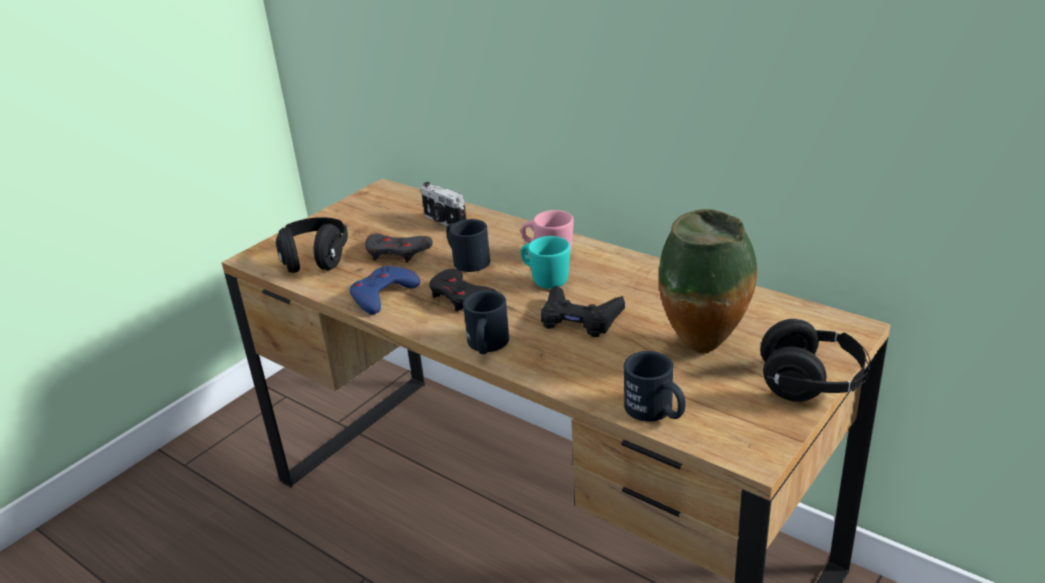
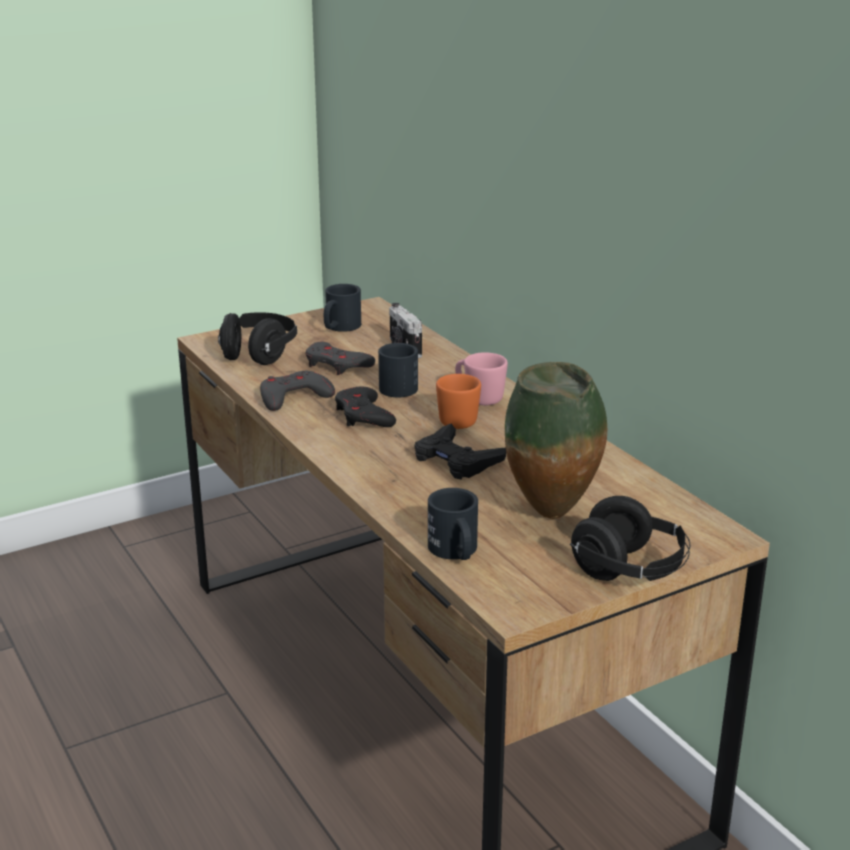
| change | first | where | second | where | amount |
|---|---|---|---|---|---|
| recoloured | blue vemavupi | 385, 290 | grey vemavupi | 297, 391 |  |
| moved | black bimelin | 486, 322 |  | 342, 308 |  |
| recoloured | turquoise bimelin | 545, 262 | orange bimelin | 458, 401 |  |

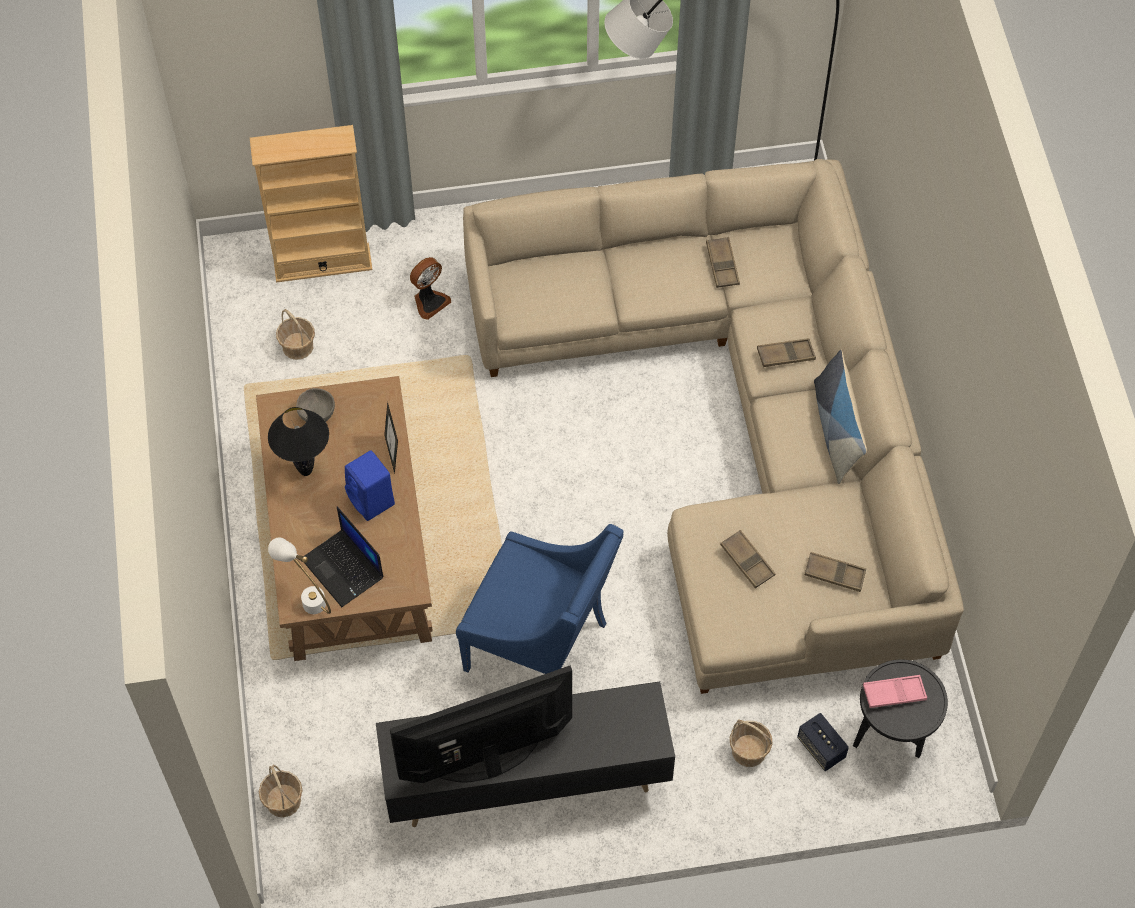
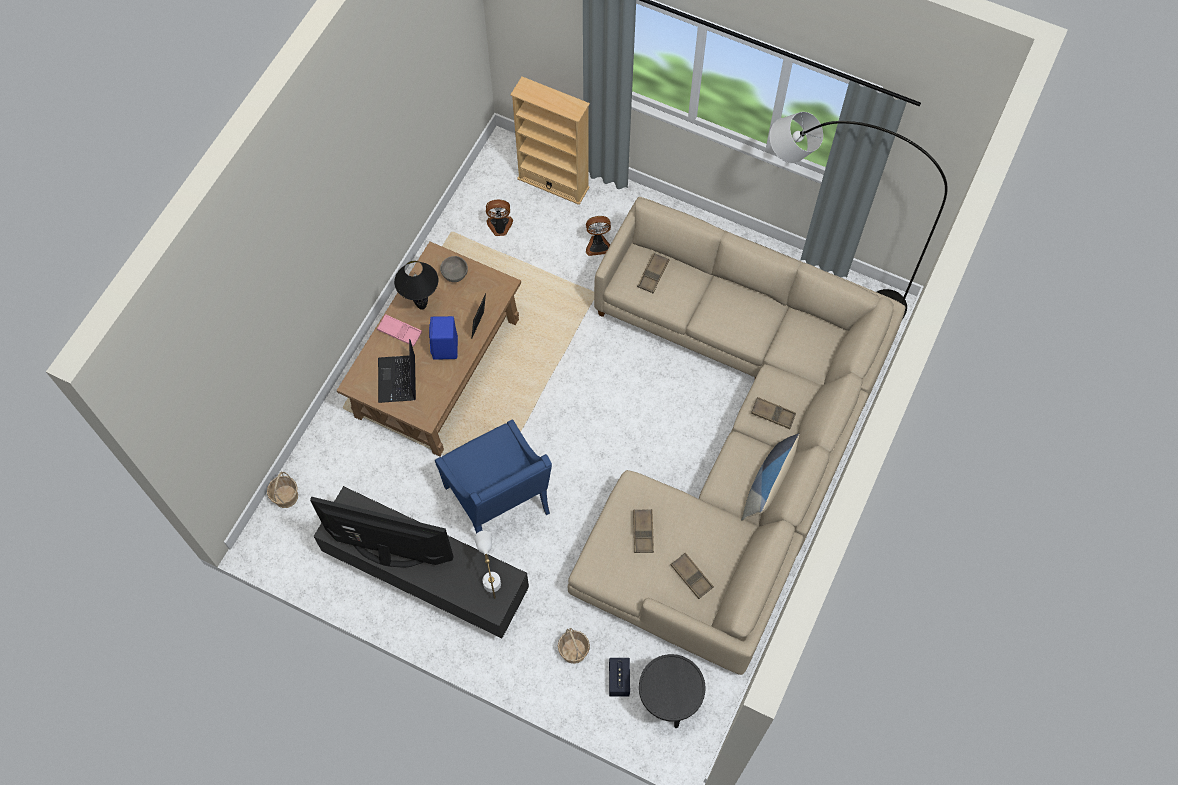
| change | first | where | second | where | amount |
|---|---|---|---|---|---|
| moved | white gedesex | 299, 576 |  | 487, 565 |  |
| replaced | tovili | 295, 334 | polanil | 499, 217 |  |
| moved | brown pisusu | 723, 262 |  | 653, 273 |  |
| moved | pink pisusu | 895, 691 |  | 399, 330 |  |

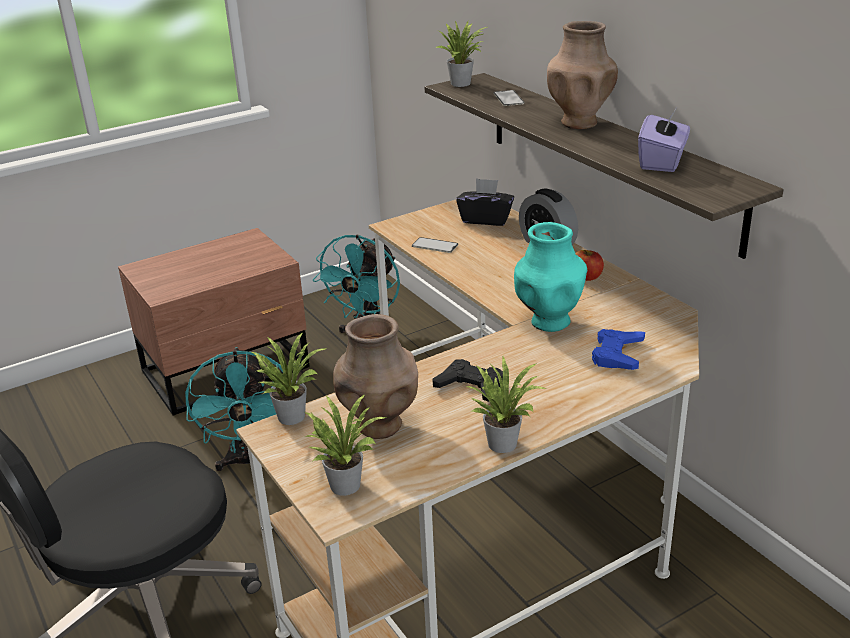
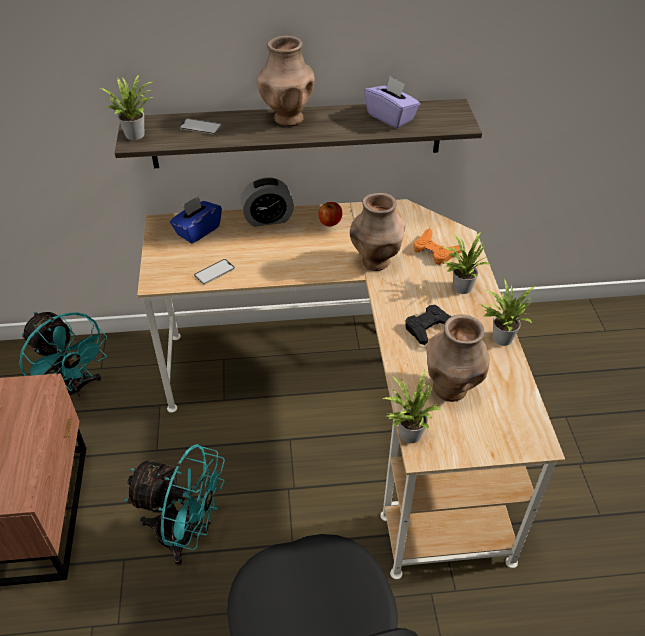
| change | first | where | second | where | amount |
|---|---|---|---|---|---|
| moved | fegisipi | 346, 445 |  | 466, 263 |  |
| recoloured | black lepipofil | 485, 202 | blue lepipofil | 196, 220 |  |
| recoloured | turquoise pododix | 550, 277 | brown pododix | 377, 232 |  |
| recoloured | blue vemavupi | 618, 349 | orange vemavupi | 437, 247 |  |

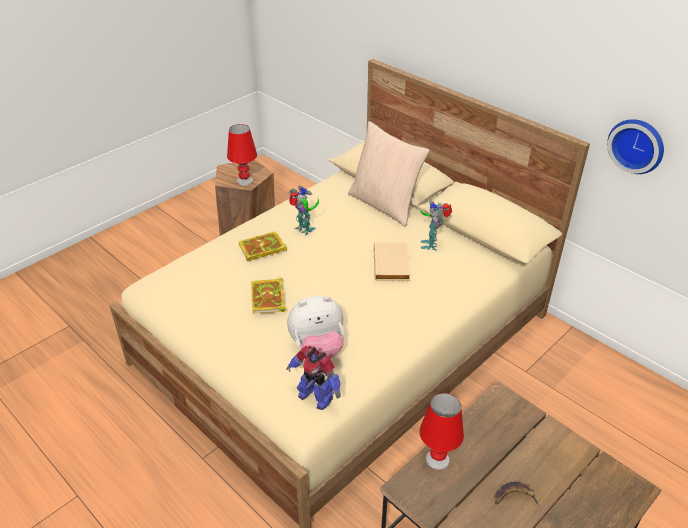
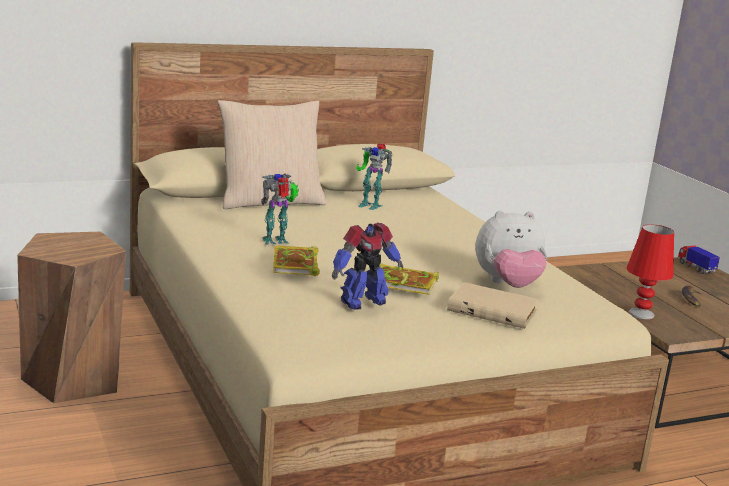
| change | first | where | second | where | amount |
|---|---|---|---|---|---|
| removed | red gedesex | 242, 155 |  |  |  |
| moved | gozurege | 313, 378 |  | 367, 266 |  |
| turned | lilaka | 315, 327 |  | 511, 249 | 75 degrees clockwise |
| moved | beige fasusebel | 392, 261 |  | 493, 305 |  |
| removed | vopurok | 635, 146 |  |  |  |
| added |  |  | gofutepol | 699, 259 |  |

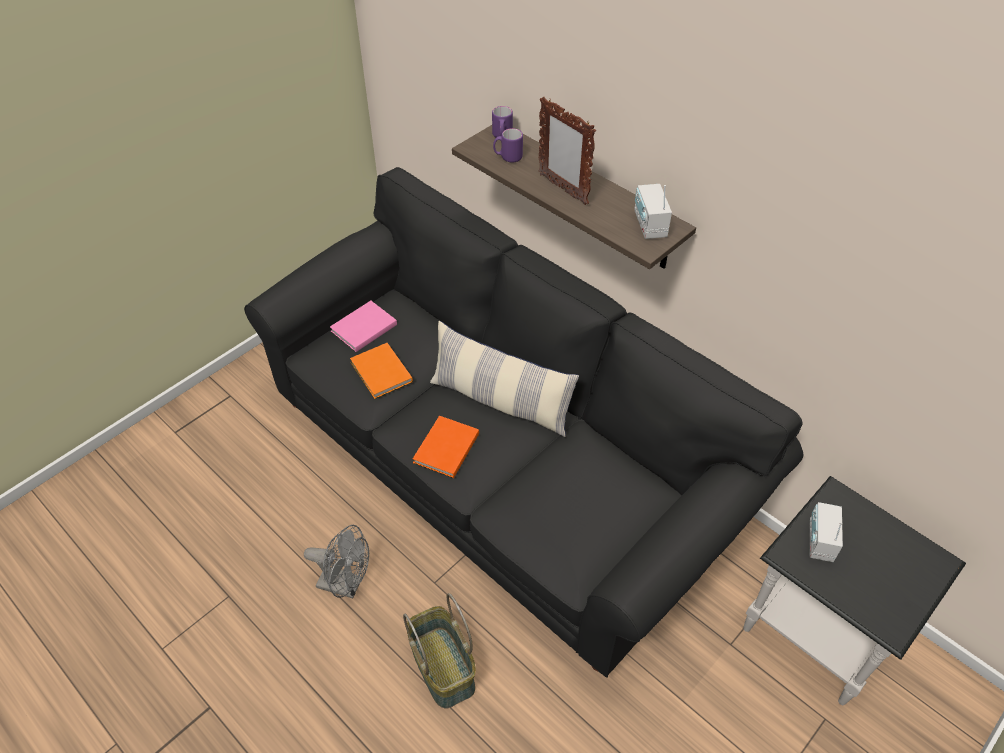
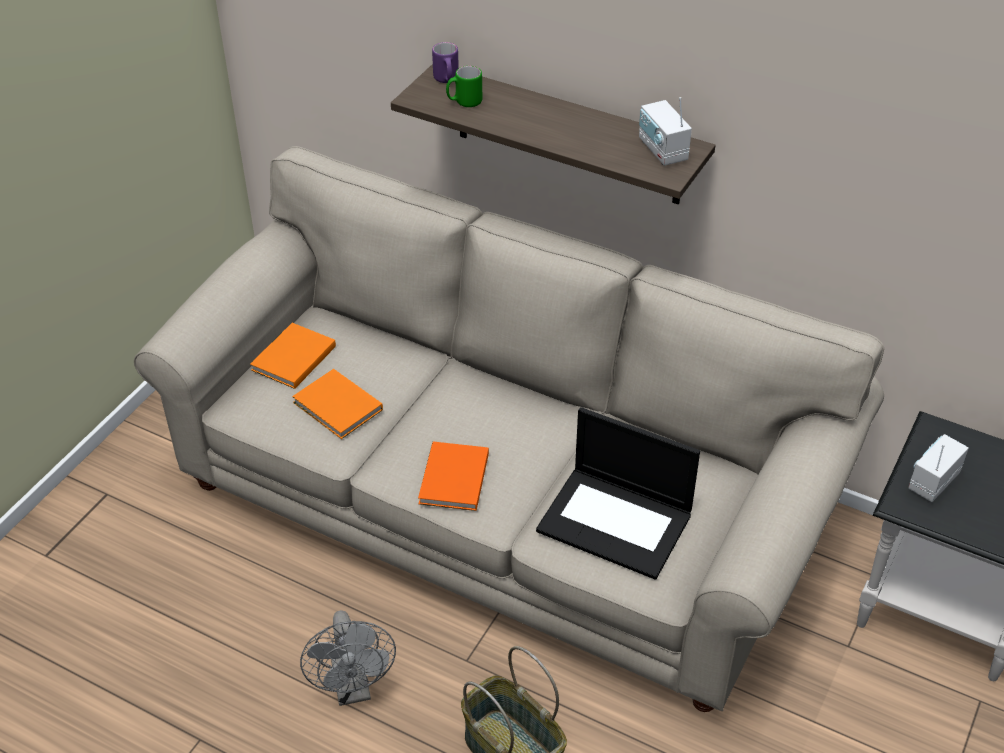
| change | first | where | second | where | amount |
|---|---|---|---|---|---|
| recoloured | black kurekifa | 523, 422 | beige kurekifa | 509, 429 |  |
| turned | grey polanil | 336, 561 |  | 348, 658 | 75 degrees clockwise |
| recoloured | pink fasusebel | 363, 326 | orange fasusebel | 293, 356 |  |
| removed | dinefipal | 504, 379 |  |  |  |
| recoloured | purple bimelin | 508, 145 | green bimelin | 464, 86 |  |
| removed | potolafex | 567, 151 |  |  |  |
| turned | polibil | 826, 532 |  | 938, 468 | 45 degrees clockwise |
| added |  |  | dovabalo | 618, 493 |  |

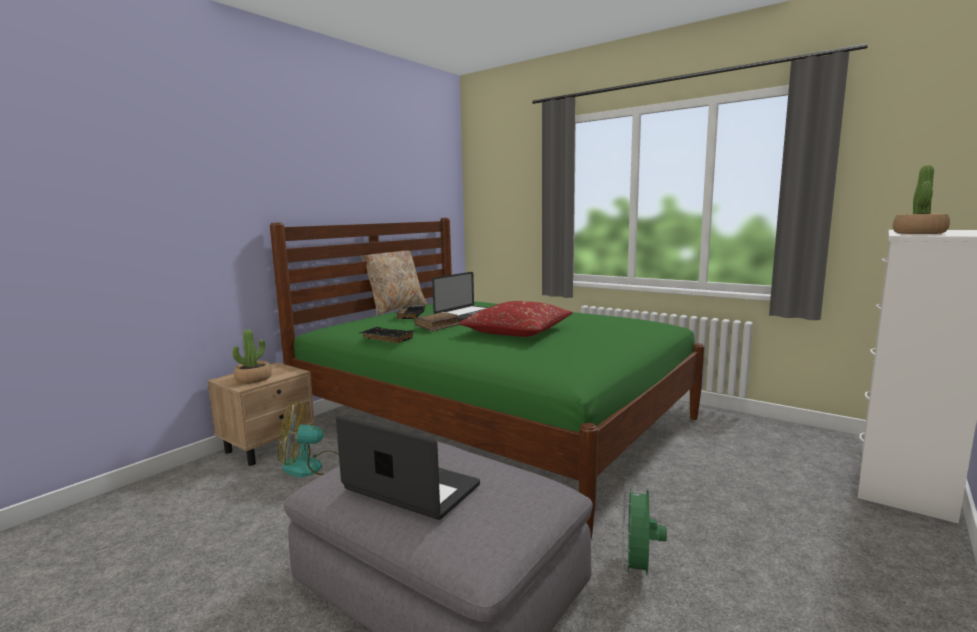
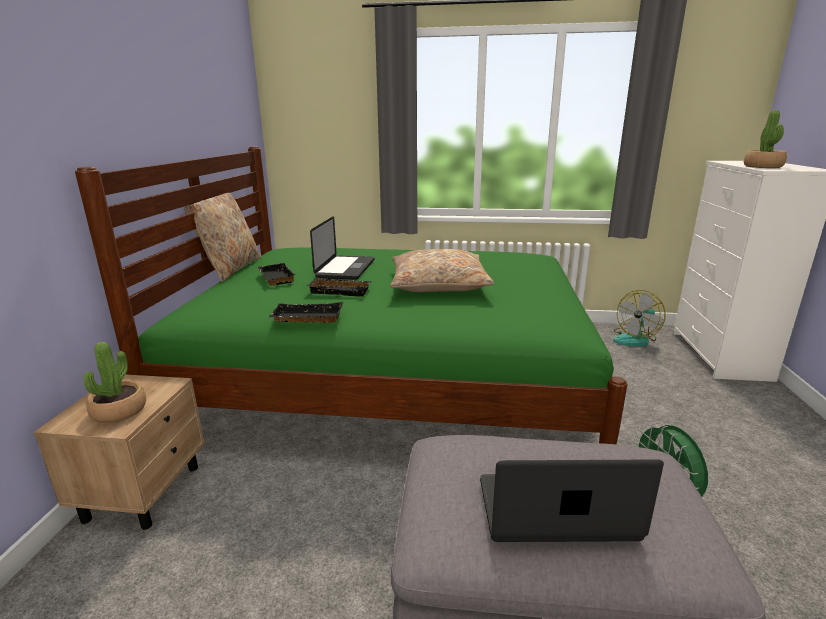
| change | first | where | second | where | amount |
|---|---|---|---|---|---|
| moved | polanil | 308, 439 |  | 639, 318 |  |
| replaced | brown fasusebel | 437, 322 | black pisusu | 339, 287 |  |
| recoloured | red dinefipal | 515, 319 | beige dinefipal | 442, 270 |  |

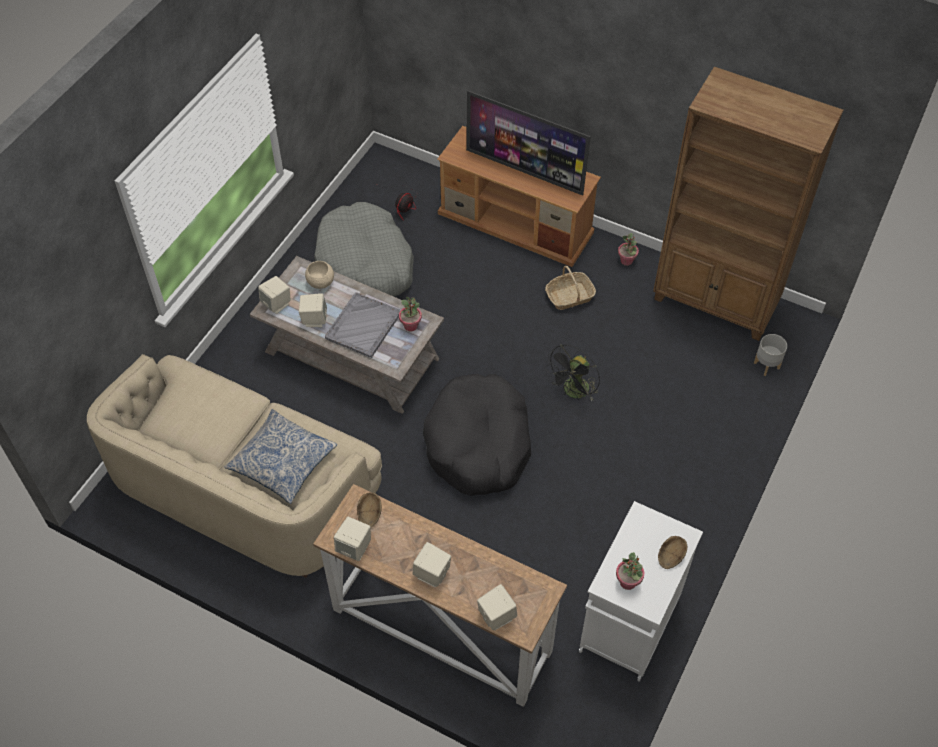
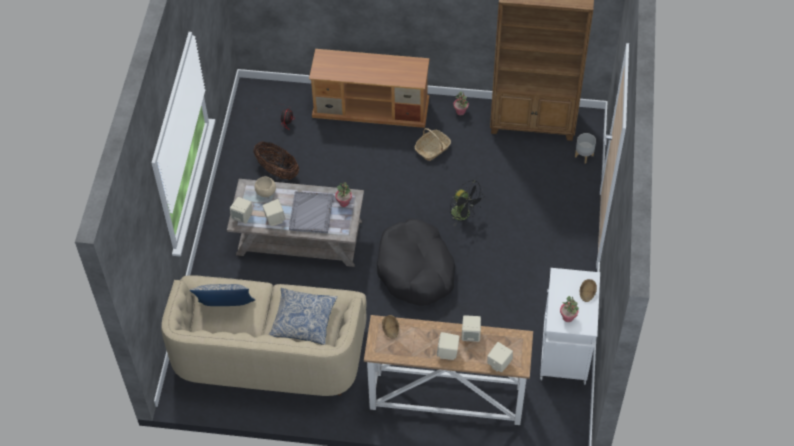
| change | first | where | second | where | amount |
|---|---|---|---|---|---|
| replaced | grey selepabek | 364, 249 | tovili | 276, 160 |  |
| moved | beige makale | 352, 539 |  | 471, 328 |  |
| removed | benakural | 528, 143 |  |  |  |
| turned | black polanil | 572, 373 |  | 467, 203 | 60 degrees counterclockwise |
| added |  |  | dinefipal | 223, 295 |  |

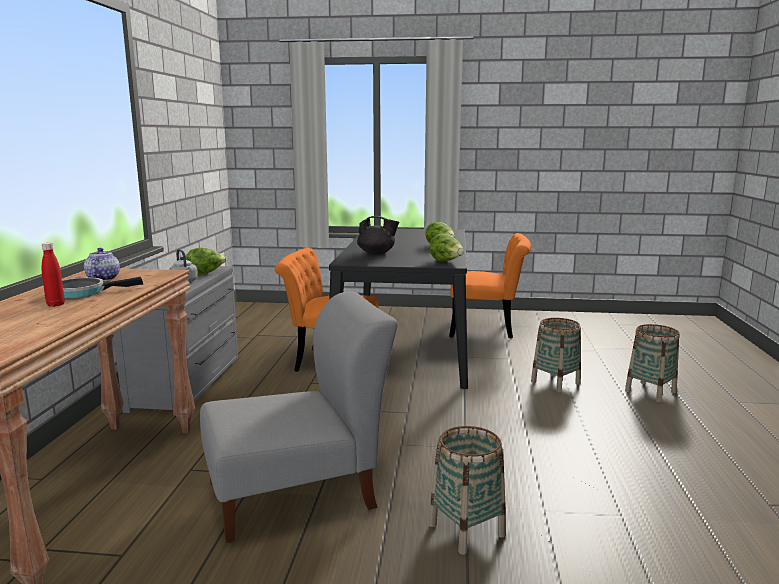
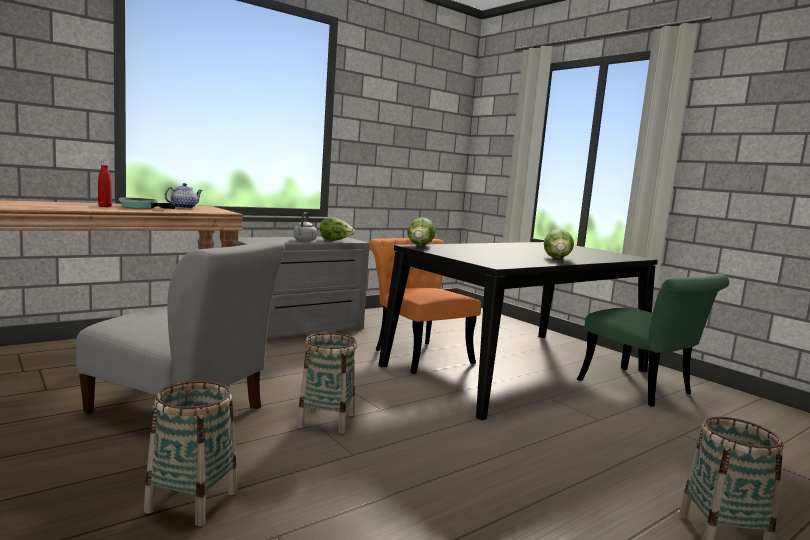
| change | first | where | second | where | amount |
|---|---|---|---|---|---|
| removed | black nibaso | 378, 235 |  |  |  |
| moved | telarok | 446, 247 |  | 421, 231 |  |
| recoloured | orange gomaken | 490, 286 | green gomaken | 653, 340 |  |
| moved | tovili | 556, 355 |  | 327, 383 |  |

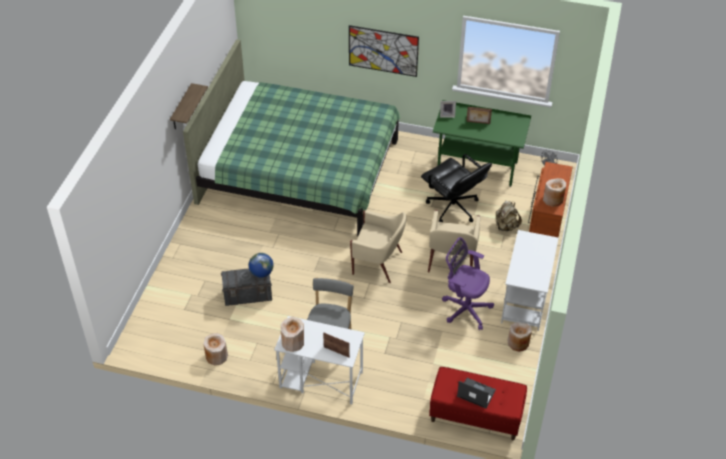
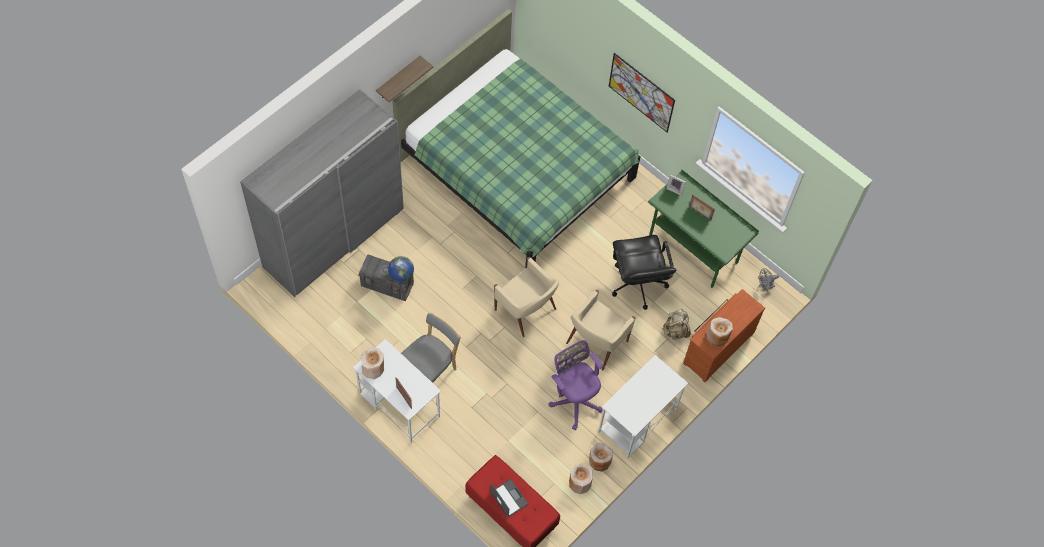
| change | first | where | second | where | amount |
|---|---|---|---|---|---|
| moved | beige pododix | 215, 349 |  | 581, 478 |  |
| added |  |  | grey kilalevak | 322, 193 |  |

